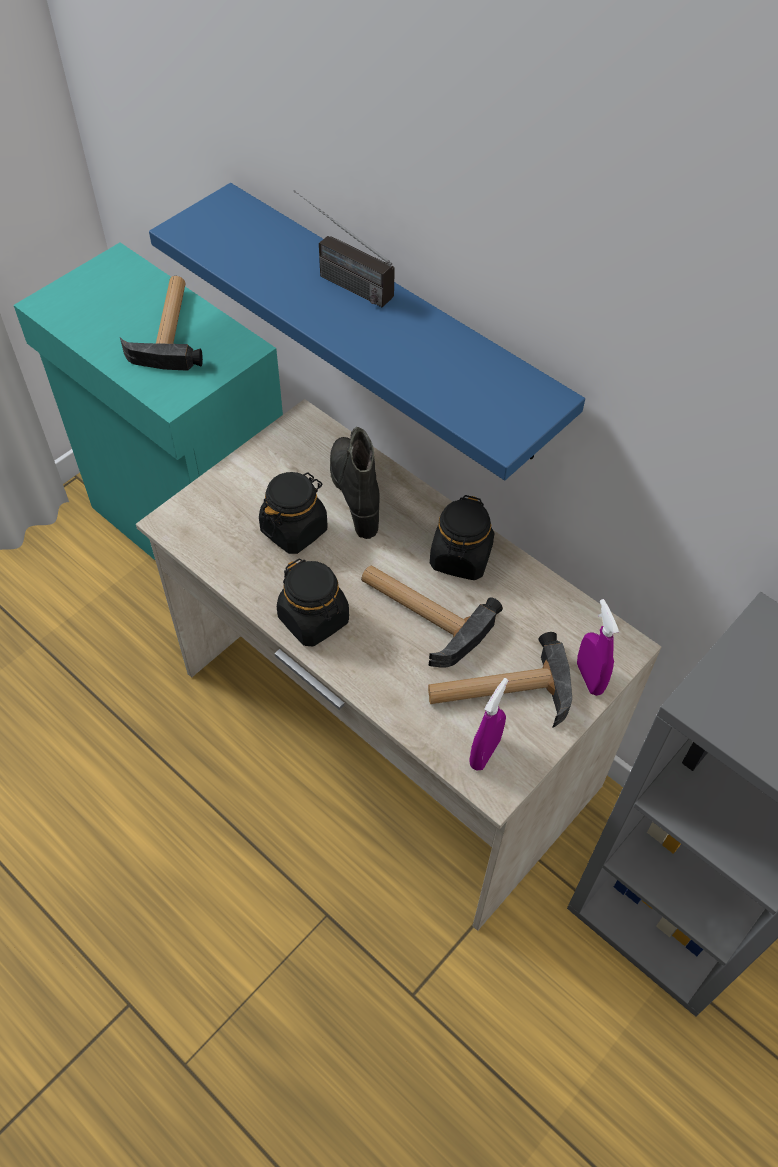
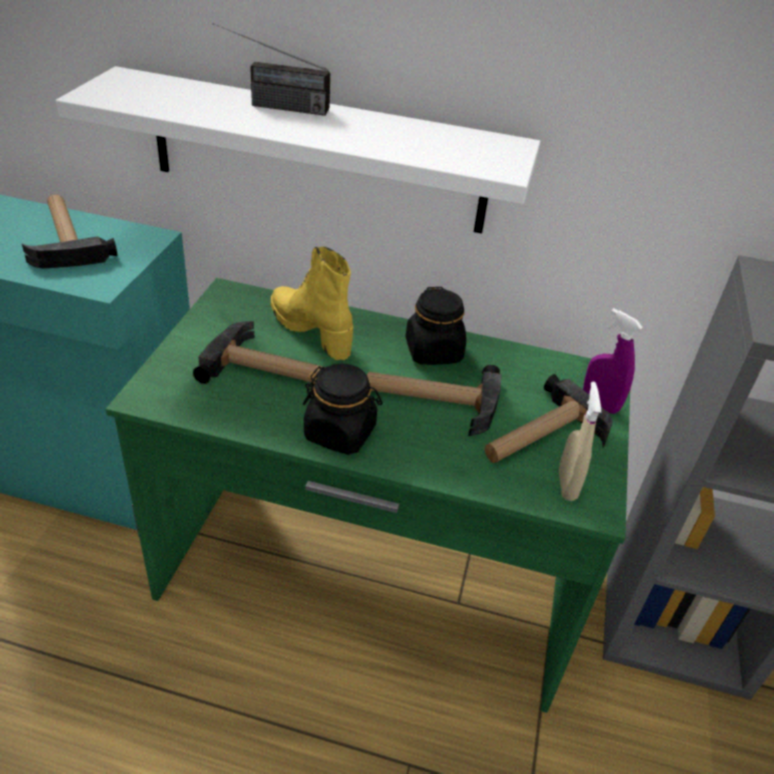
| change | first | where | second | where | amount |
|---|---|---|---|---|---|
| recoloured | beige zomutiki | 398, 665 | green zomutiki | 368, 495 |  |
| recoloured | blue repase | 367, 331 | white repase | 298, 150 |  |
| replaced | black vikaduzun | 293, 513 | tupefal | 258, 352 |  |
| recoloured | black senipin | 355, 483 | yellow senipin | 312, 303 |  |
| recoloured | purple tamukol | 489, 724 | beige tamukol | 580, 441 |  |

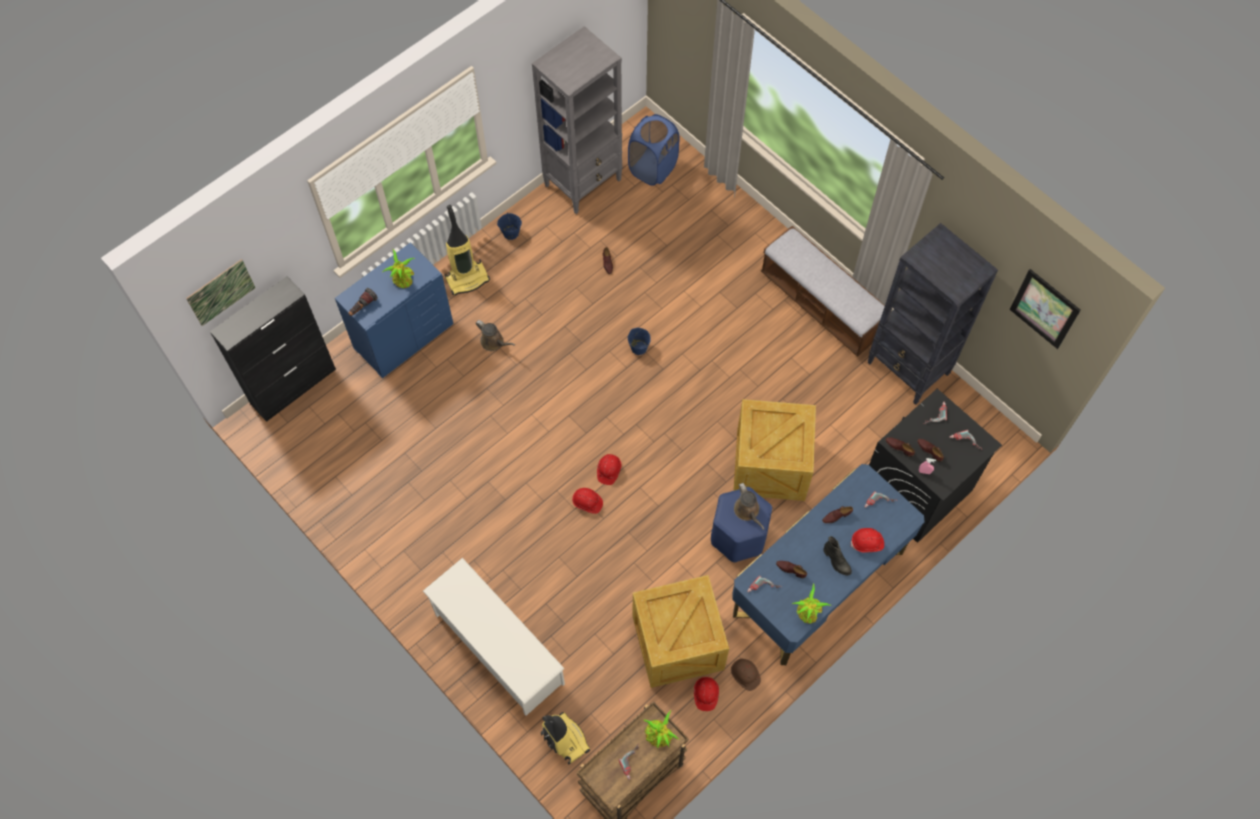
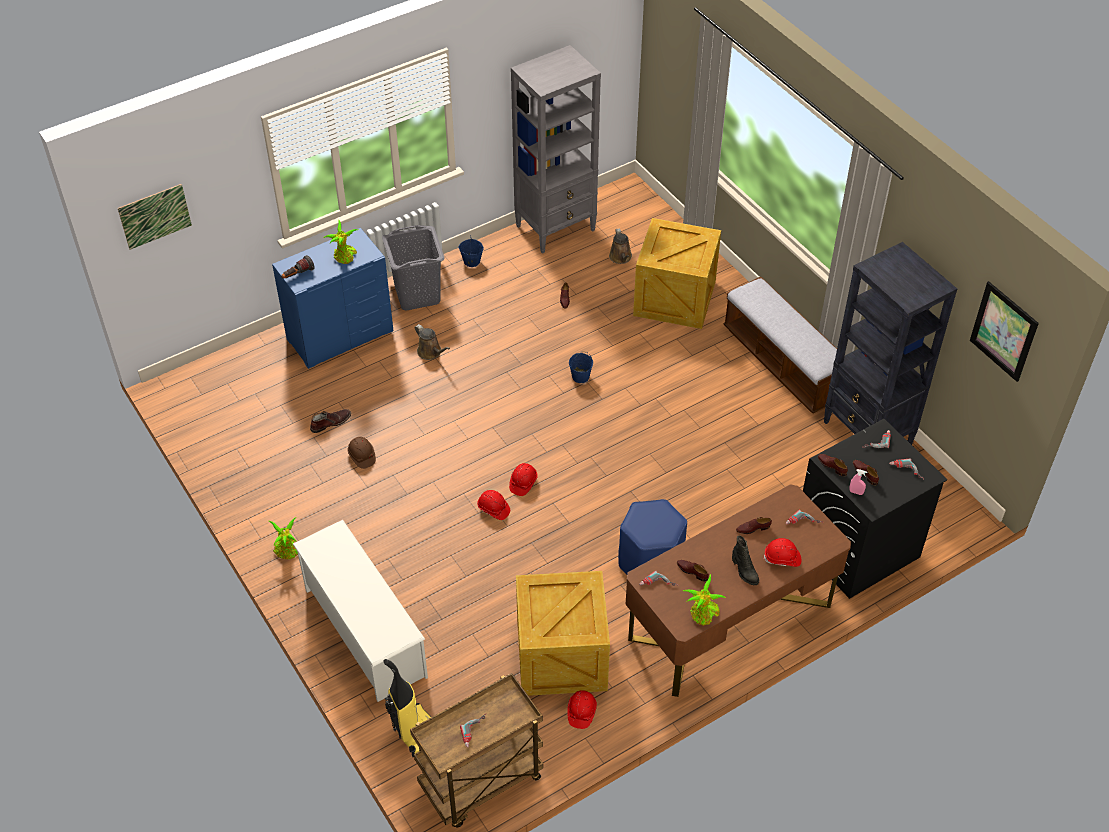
| change | first | where | second | where | amount |
|---|---|---|---|---|---|
| removed | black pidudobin | 273, 349 |  |  |  |
| replaced | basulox | 467, 250 | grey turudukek | 413, 268 |  |
| removed | blue turudukek | 653, 150 |  |  |  |
| moved | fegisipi | 661, 729 |  | 283, 538 |  |
| moved | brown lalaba | 746, 675 |  | 361, 453 |  |
| recoloured | blue zomutiki | 828, 564 | brown zomutiki | 738, 590 |  |
| moved | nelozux | 774, 450 |  | 677, 273 |  |
| moved | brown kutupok | 749, 506 |  | 620, 246 |  |
| added |  |  | brown senipin | 330, 421 |  |

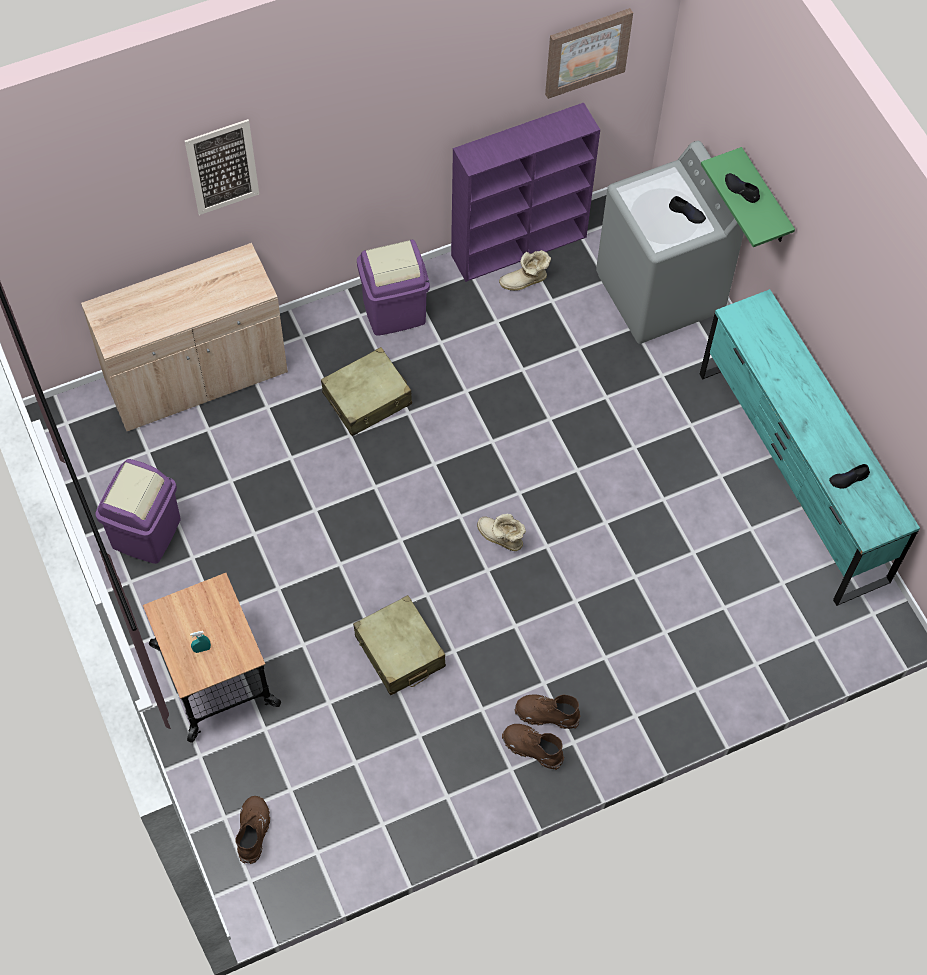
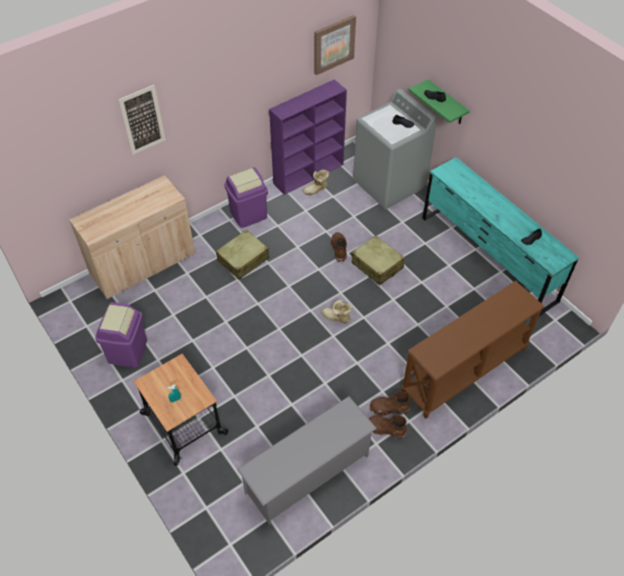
| change | first | where | second | where | amount |
|---|---|---|---|---|---|
| moved | brown senipin | 252, 830 |  | 339, 247 |  |
| moved | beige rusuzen | 399, 645 |  | 378, 260 |  |
| added |  |  | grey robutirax | 307, 460 |  |
| added |  |  | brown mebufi | 472, 350 |  |

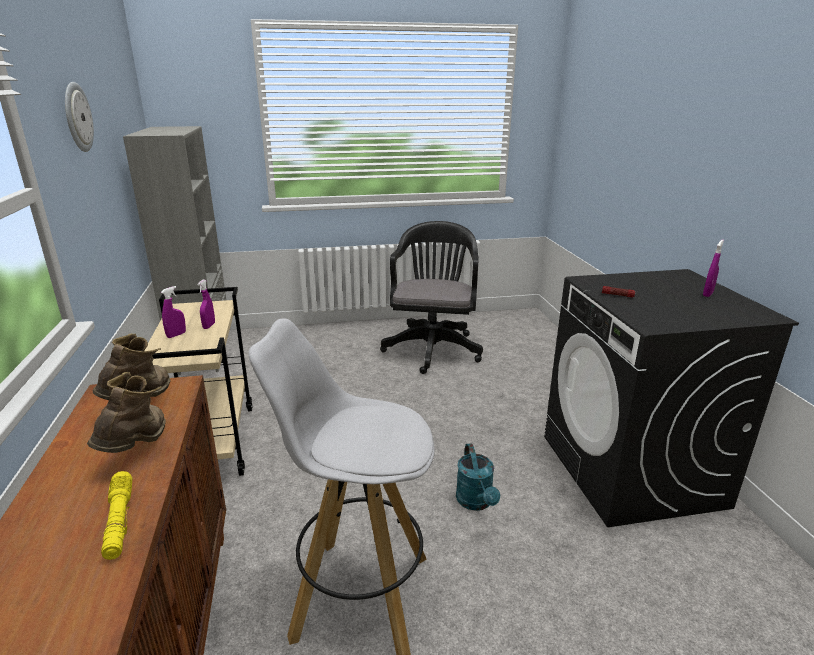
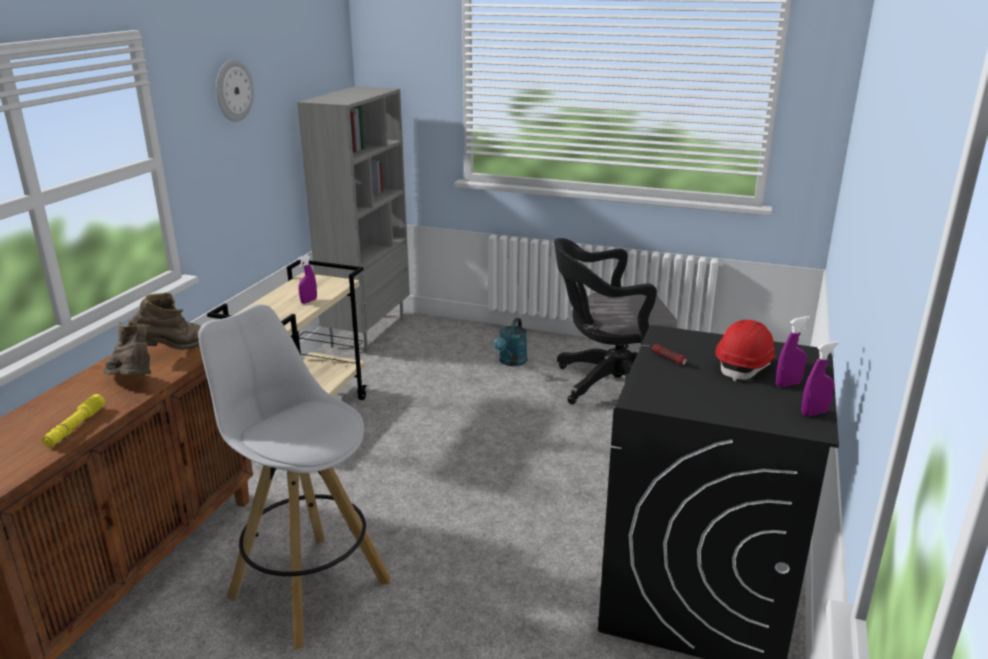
| change | first | where | second | where | amount |
|---|---|---|---|---|---|
| turned | brown senipin | 126, 412 |  | 127, 348 | 75 degrees counterclockwise |
| moved | purple tamukol | 173, 312 |  | 820, 378 |  |
| turned | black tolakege | 431, 297 |  | 615, 321 | 135 degrees counterclockwise |
| moved | turquoise kutupok | 478, 477 |  | 510, 342 |  |
| added |  |  | red lalaba | 746, 351 |  |

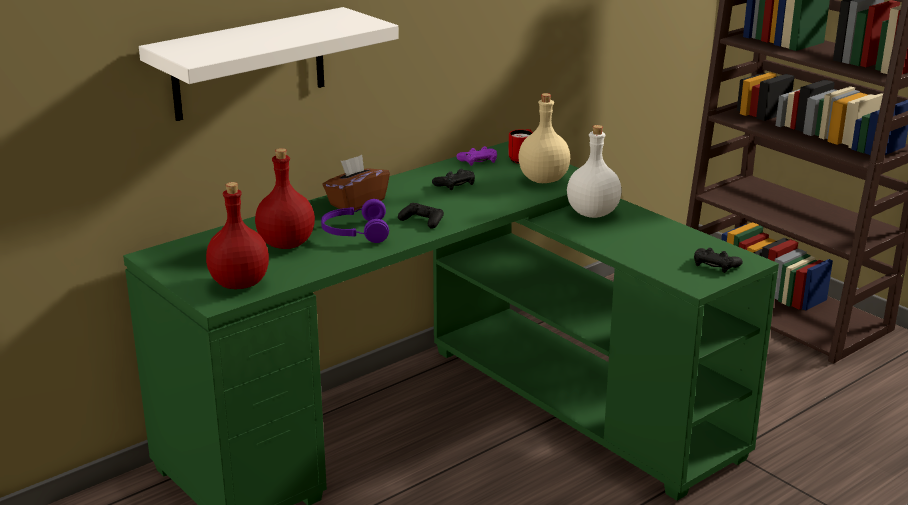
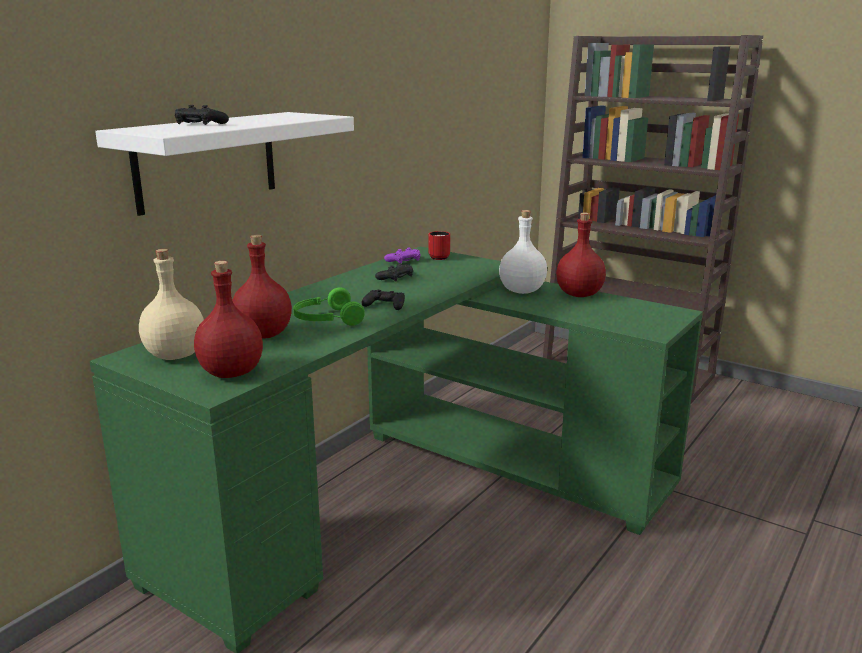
| change | first | where | second | where | amount |
|---|---|---|---|---|---|
| recoloured | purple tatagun | 355, 221 | green tatagun | 329, 306 |  |
| removed | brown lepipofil | 356, 183 |  |  |  |
| moved | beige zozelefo | 544, 138 |  | 171, 304 |  |
| moved | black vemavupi | 718, 260 |  | 202, 115 |  |
| added |  |  | red zozelefo | 581, 254 |  |

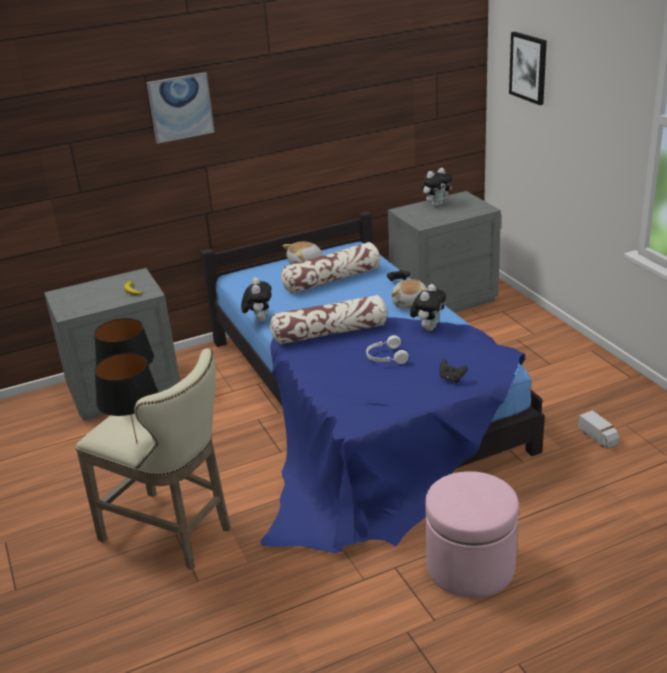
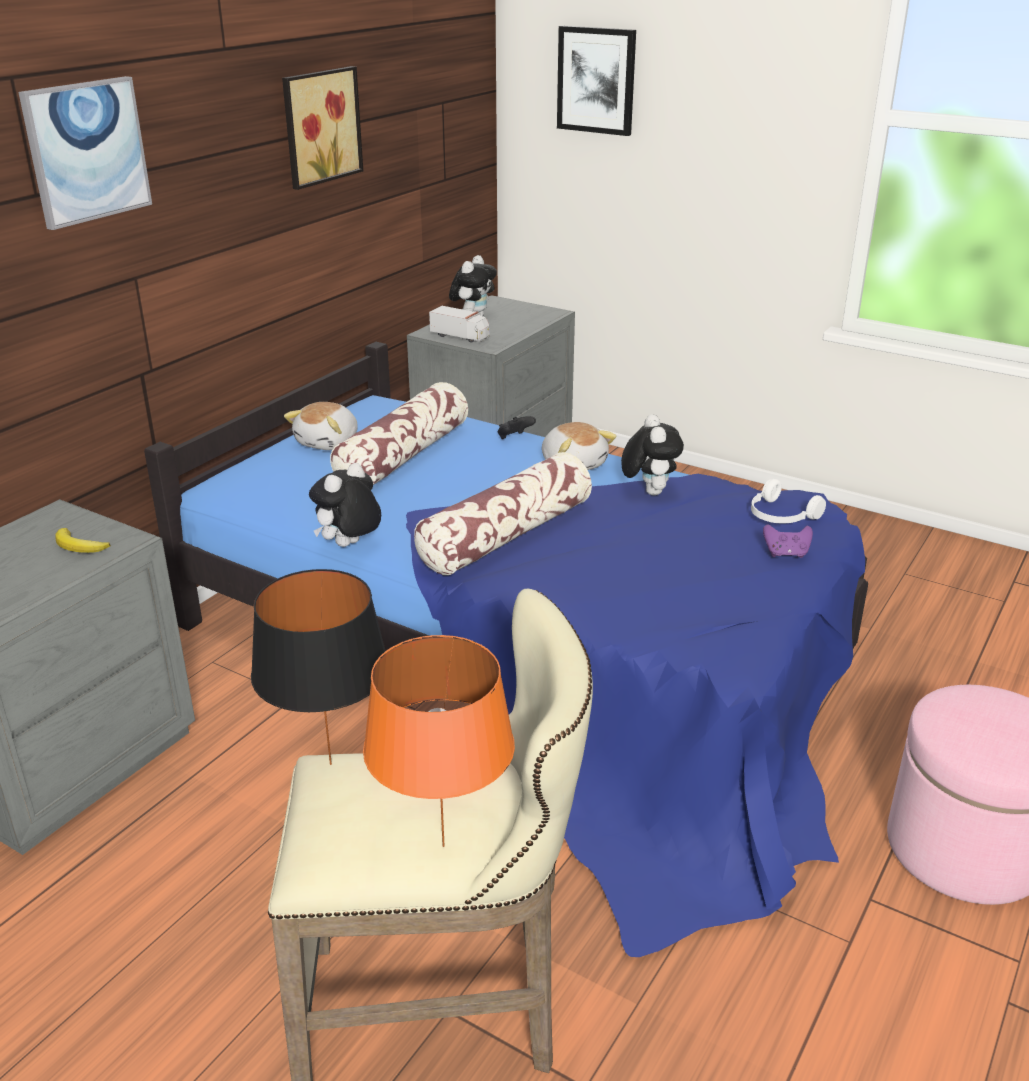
| change | first | where | second | where | amount |
|---|---|---|---|---|---|
| recoloured | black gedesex | 126, 398 | orange gedesex | 439, 741 |  |
| turned | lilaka | 256, 299 |  | 345, 505 | 105 degrees counterclockwise |
| moved | white tatagun | 387, 349 |  | 788, 501 |  |
| recoloured | black vemavupi | 453, 371 | purple vemavupi | 788, 541 |  |
| moved | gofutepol | 598, 429 |  | 459, 324 |  |
| added |  |  | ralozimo | 322, 128 |  |

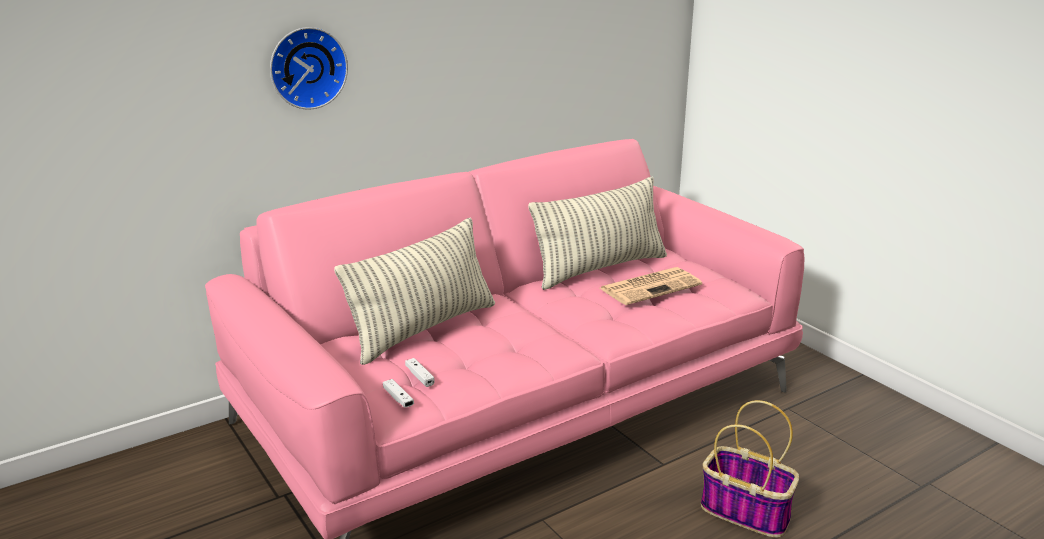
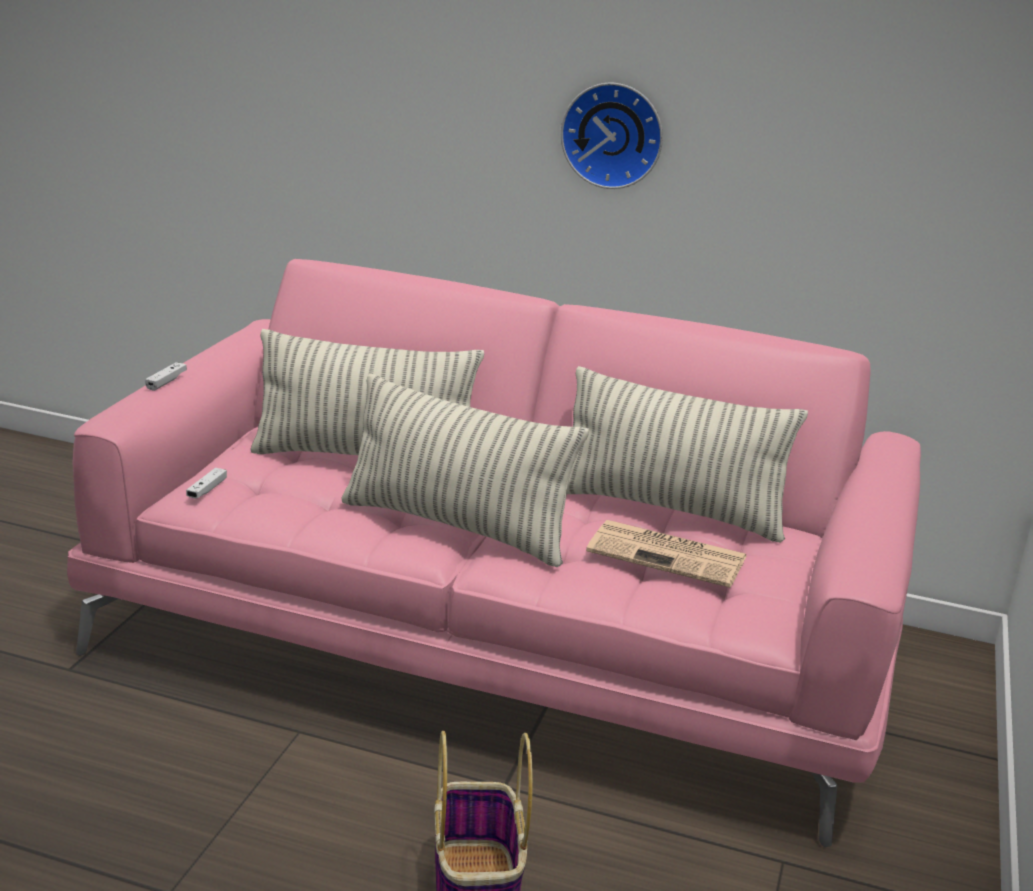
| change | first | where | second | where | amount |
|---|---|---|---|---|---|
| moved | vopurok | 309, 68 |  | 612, 136 |  |
| moved | white vemavupi | 419, 372 |  | 166, 376 |  |
| added |  |  | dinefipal | 465, 470 |  |

